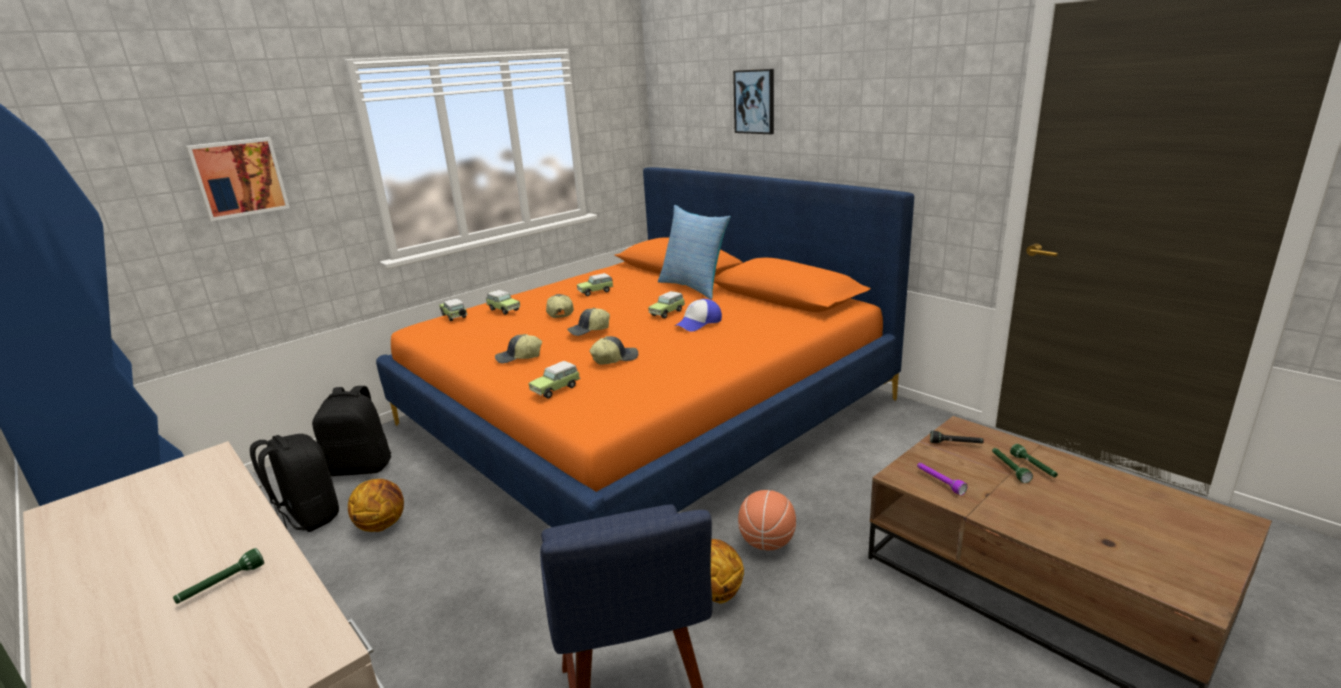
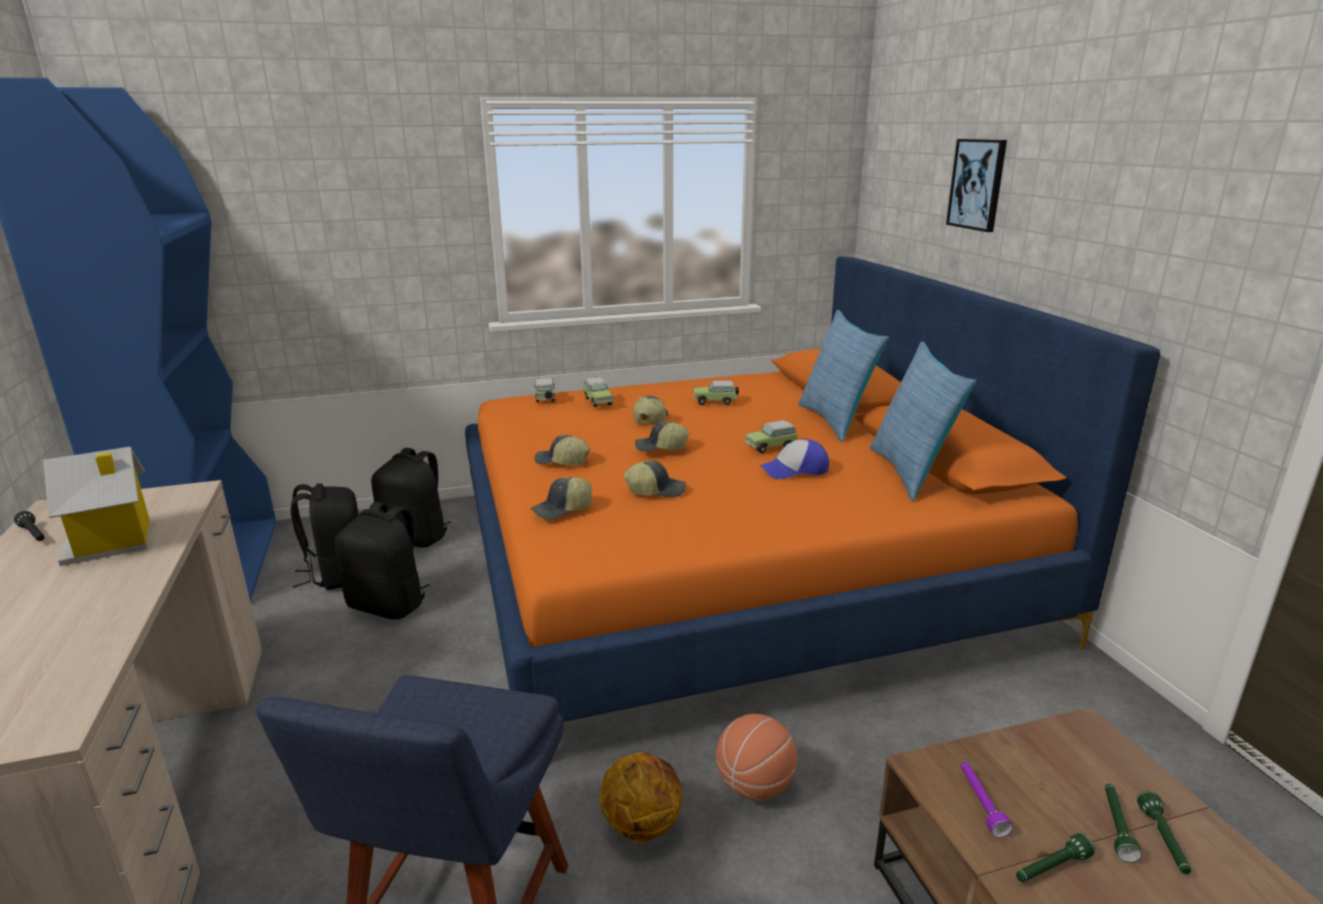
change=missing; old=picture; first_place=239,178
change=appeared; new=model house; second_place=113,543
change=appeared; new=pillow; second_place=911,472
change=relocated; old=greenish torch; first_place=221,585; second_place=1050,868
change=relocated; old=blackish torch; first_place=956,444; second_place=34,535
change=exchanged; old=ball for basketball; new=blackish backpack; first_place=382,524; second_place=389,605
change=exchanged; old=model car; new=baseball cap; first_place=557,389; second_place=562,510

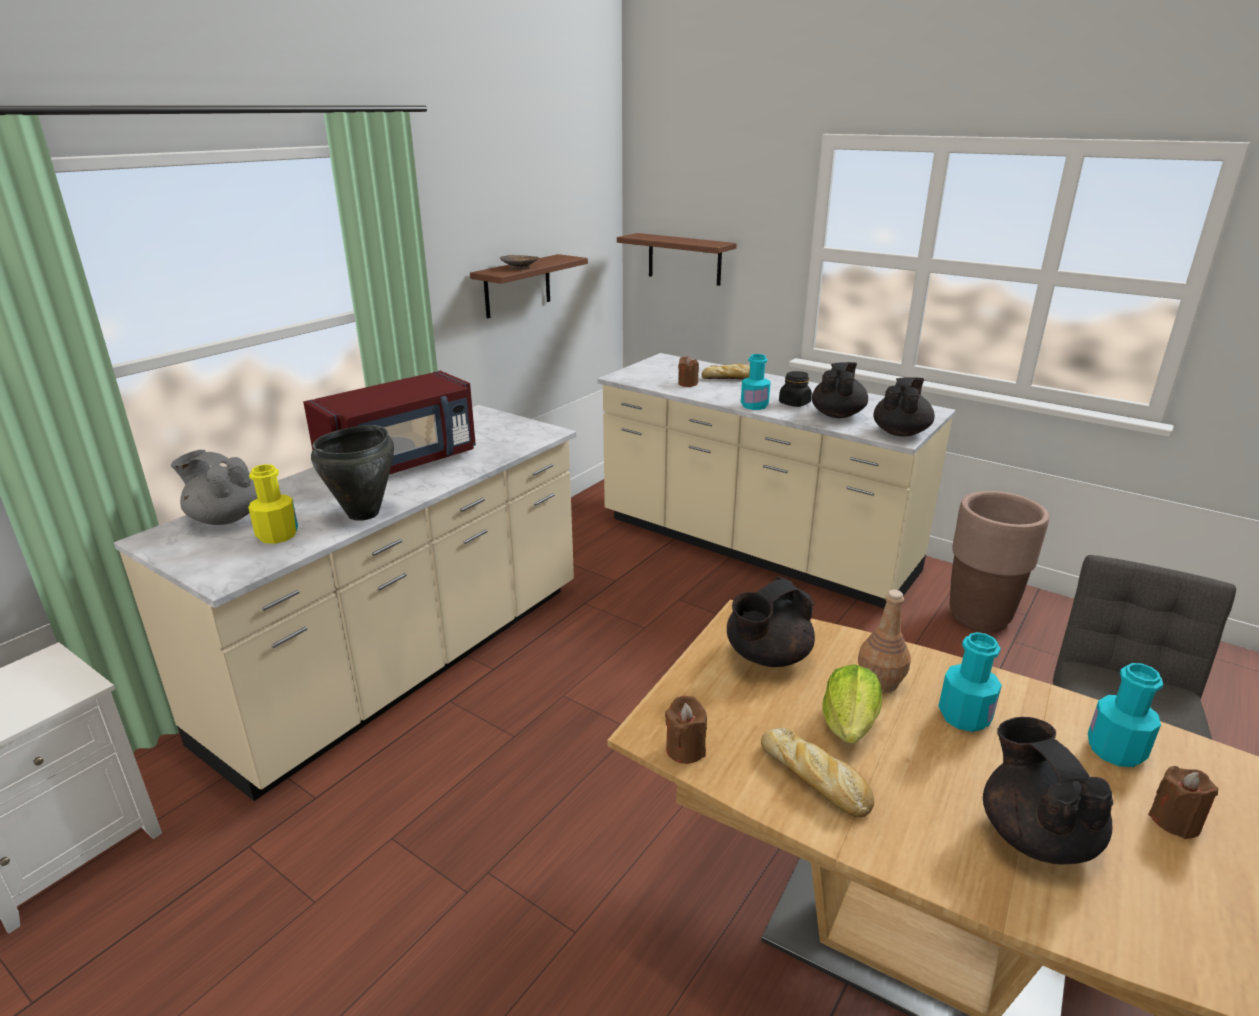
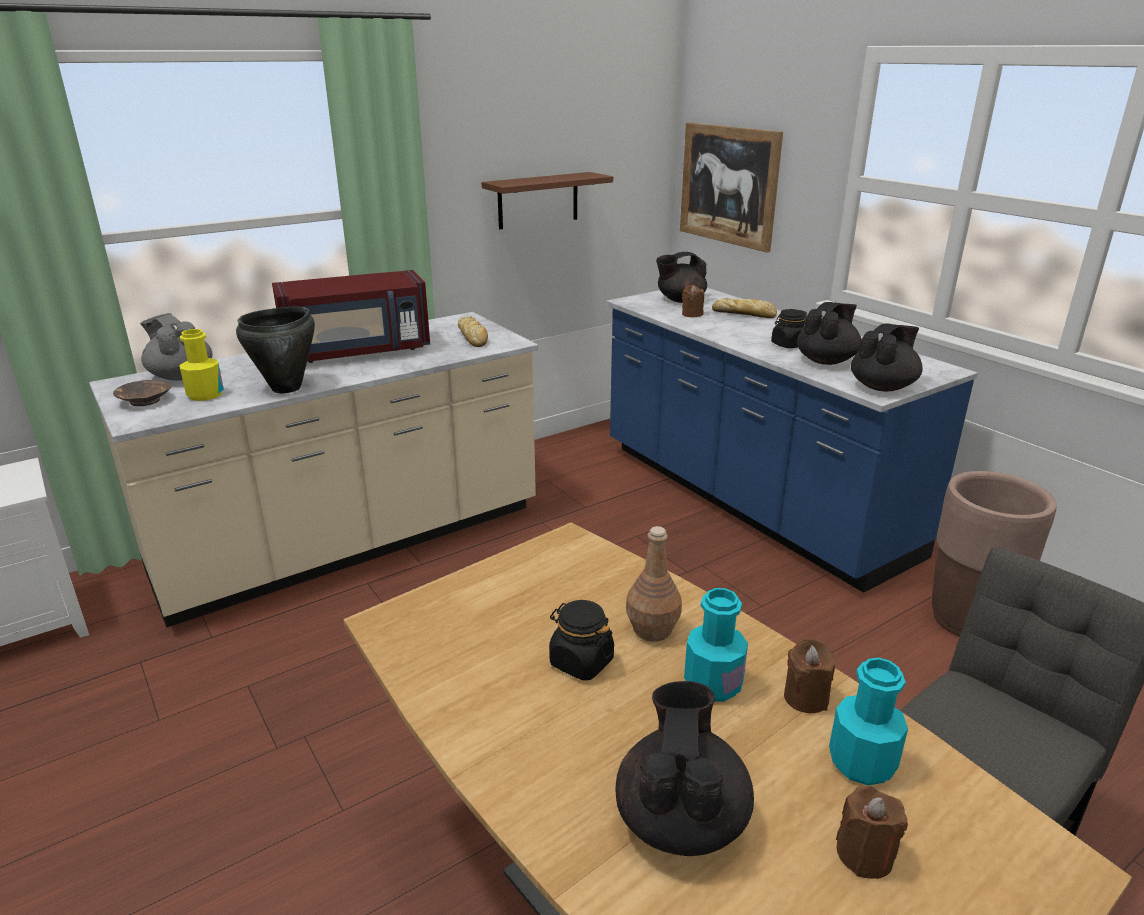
change=missing; old=turquoise-coloured drink bottle; first_place=754,406
change=relocated; old=brown-coloured serving bowl; first_place=519,267; second_place=144,401
change=relocated; old=brown-coloured wax candle; first_place=685,749; second_place=805,698
change=relocated; old=blackish teapot; first_place=766,656; second_place=680,300
change=relocated; old=bakery bread; first_place=816,779; second_place=473,337
change=exchanged; old=brown-coloured shelf; new=picture; first_place=684,259; second_place=728,185
change=exchanged; old=lettuce head; new=blackish jar; first_place=849,725; second_place=581,662
change=colour; old=beige counter; new=blue counter; first_place=754,547; second_place=749,500

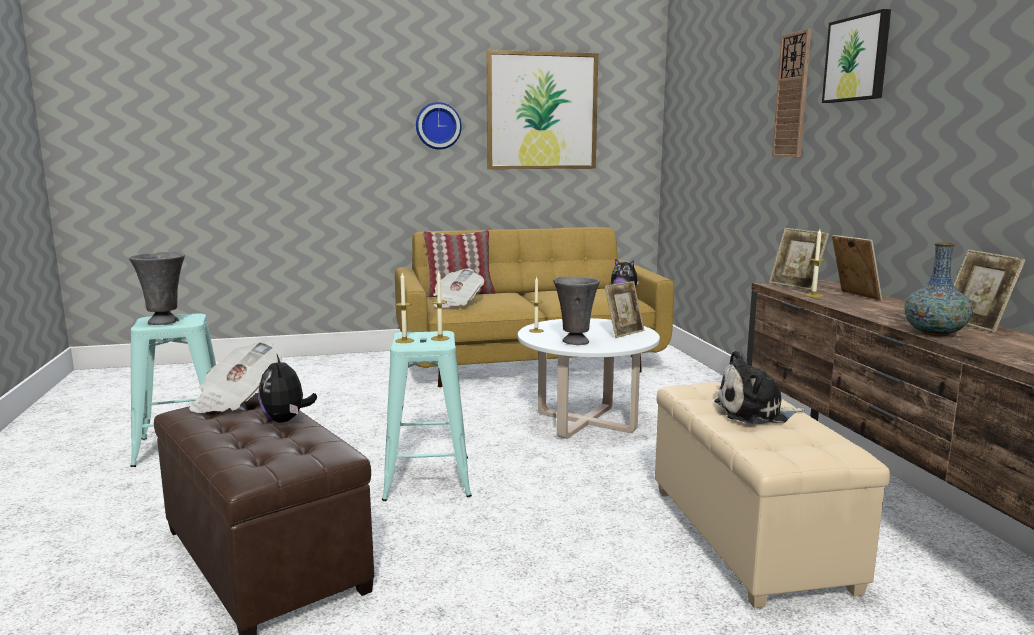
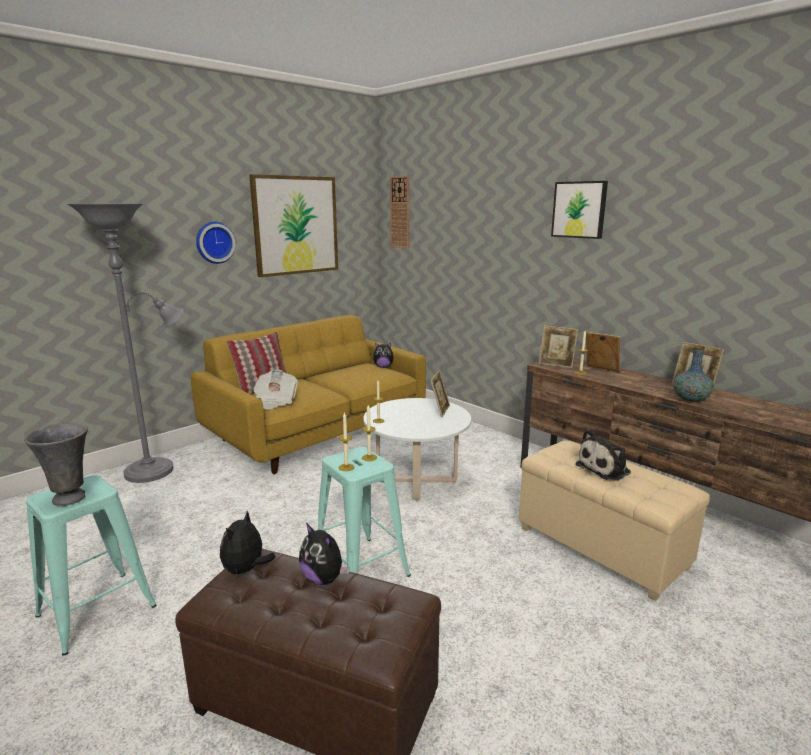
change=missing; old=gray vase; first_place=575,342
change=appeared; new=gray standard lamp; second_place=155,469
change=relocated; old=clock on the wall; first_place=792,95; second_place=400,212
change=exchanged; old=newspaper; new=plush toy; first_place=236,400; second_place=246,570

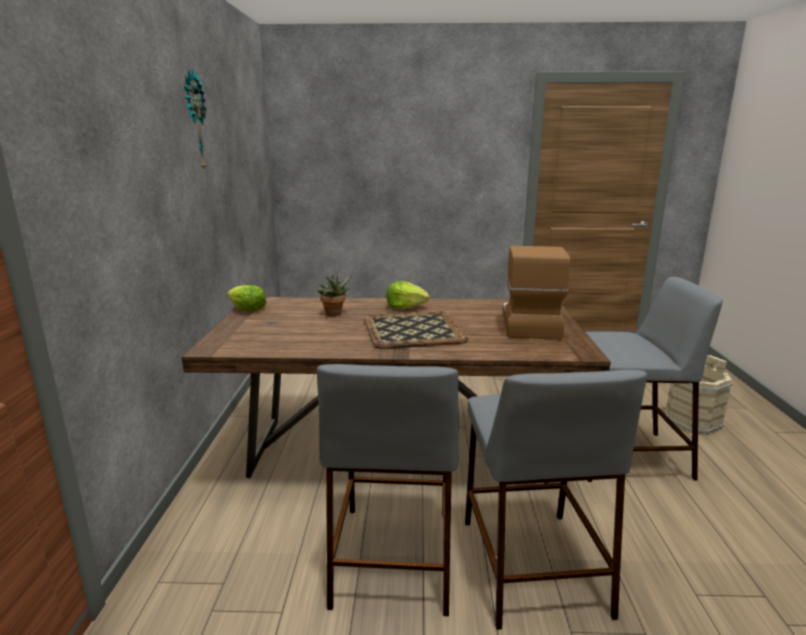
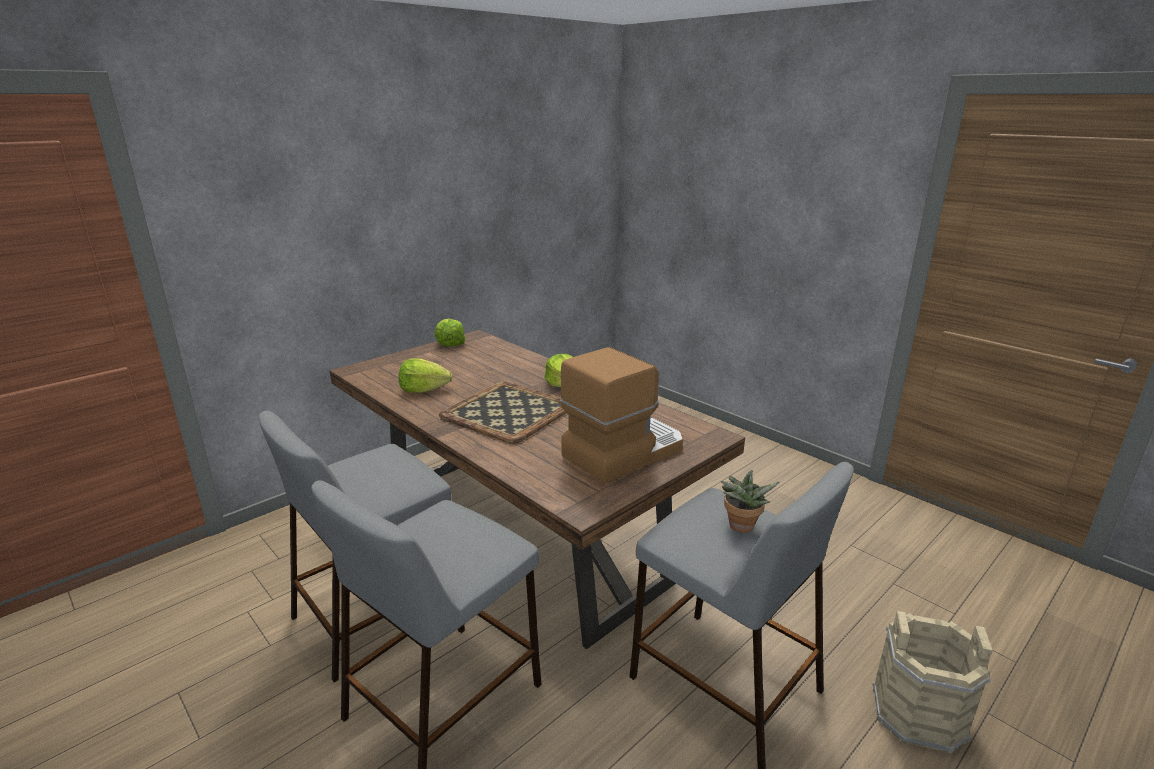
change=missing; old=clock on the wall; first_place=194,121
change=appeared; new=lettuce head; second_place=423,390
change=relocated; old=houseplant; first_place=334,314; second_place=741,528

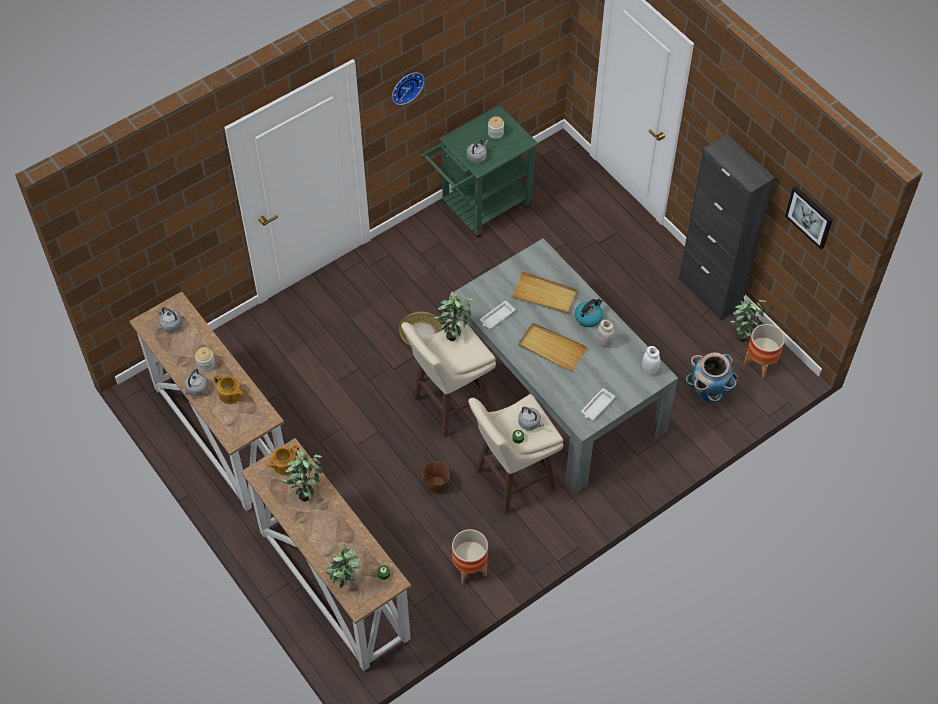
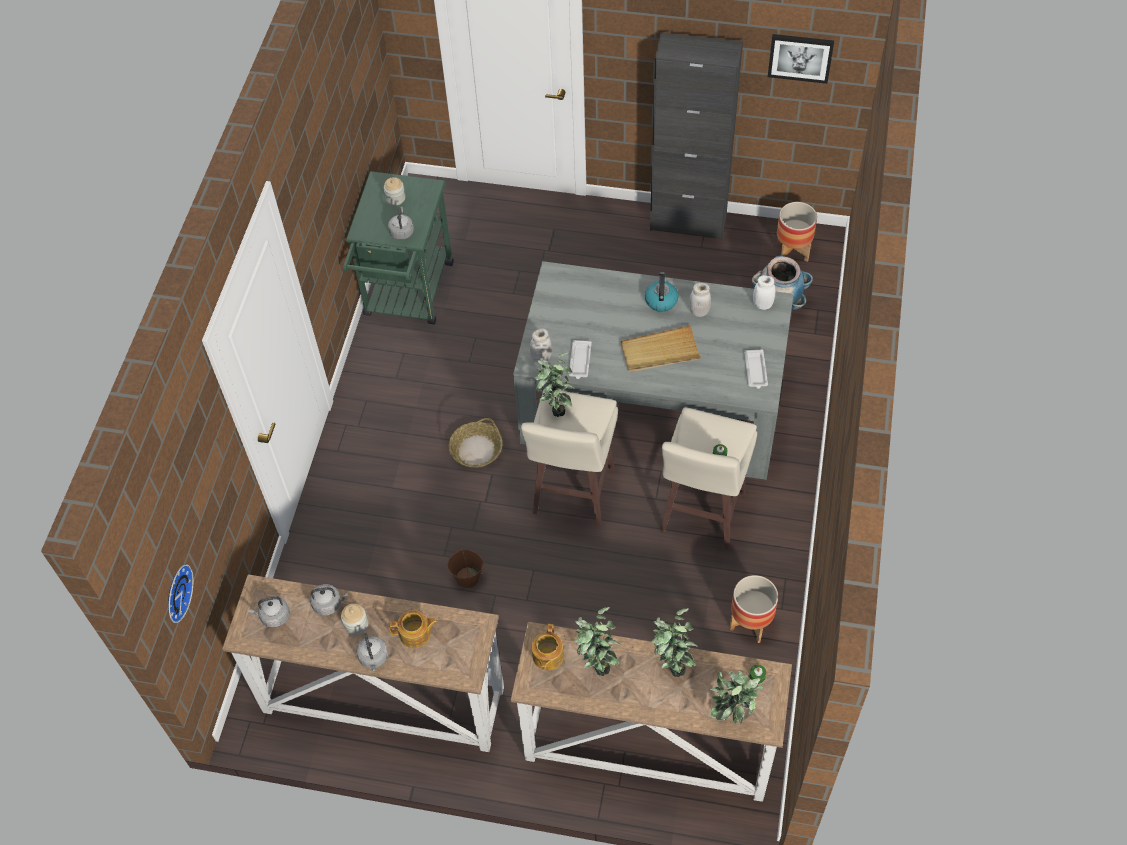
change=missing; old=beige carrying tray; first_place=544,295
change=appeared; new=white jar; second_place=541,357
change=relocated; old=clock on the wall; first_place=406,86; second_place=176,592
change=relocated; old=brown-coloured pail; first_place=436,485; second_place=468,577
change=relocated; old=gray water kettle; first_place=530,423; second_place=329,604
change=relocated; old=houseplant; first_place=742,333; second_place=672,663

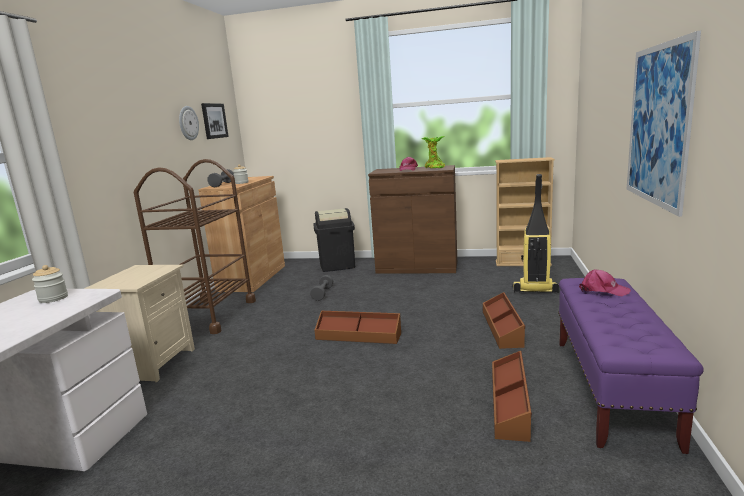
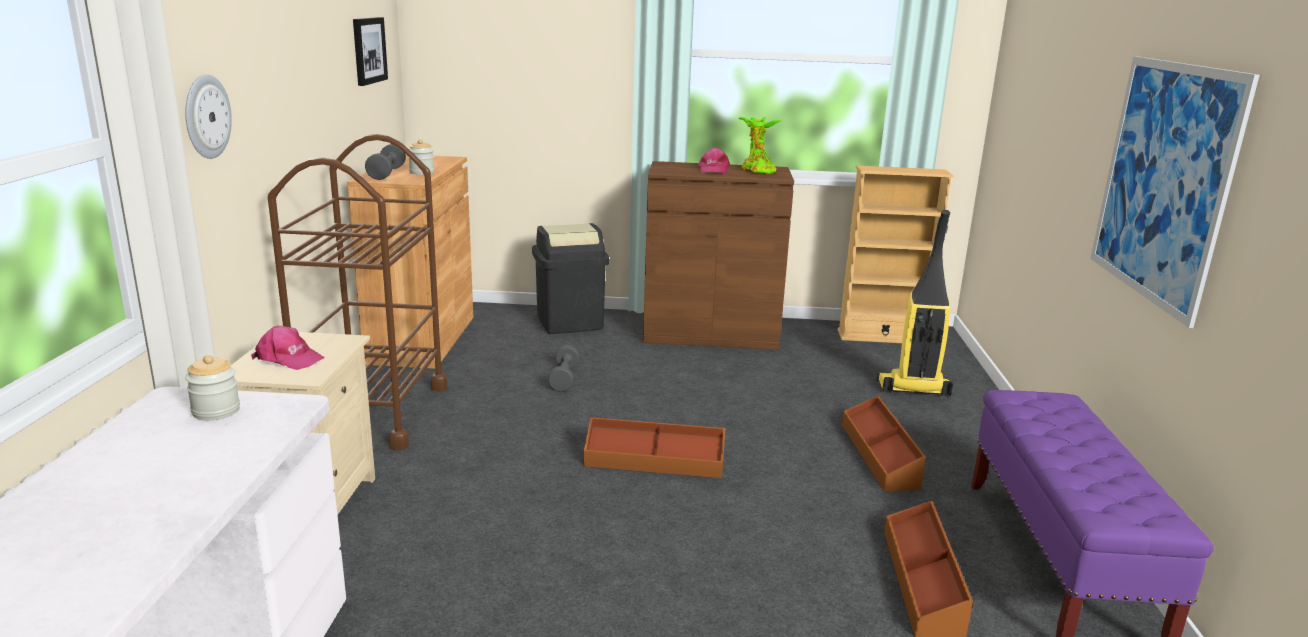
change=relocated; old=clock on the wall; first_place=188,123; second_place=206,116
change=relocated; old=pinkish baseball cap; first_place=603,290; second_place=288,358

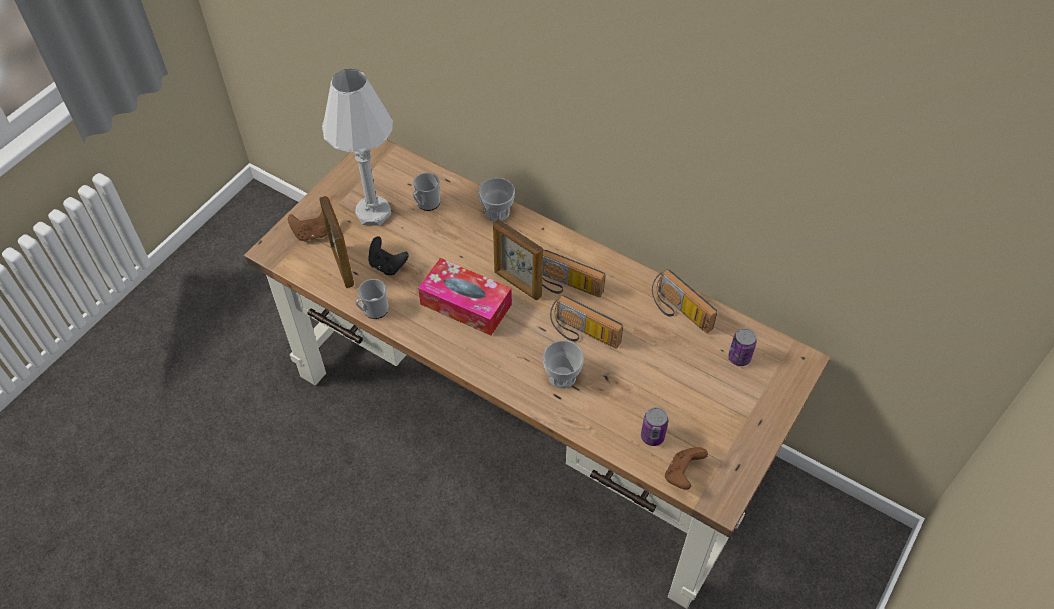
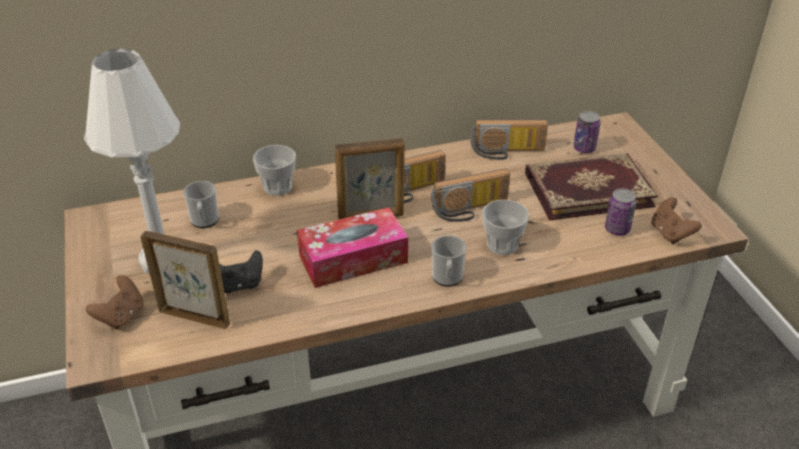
change=appeared; new=book; second_place=587,188
change=relocated; old=mug; first_place=373,310; second_place=447,279

